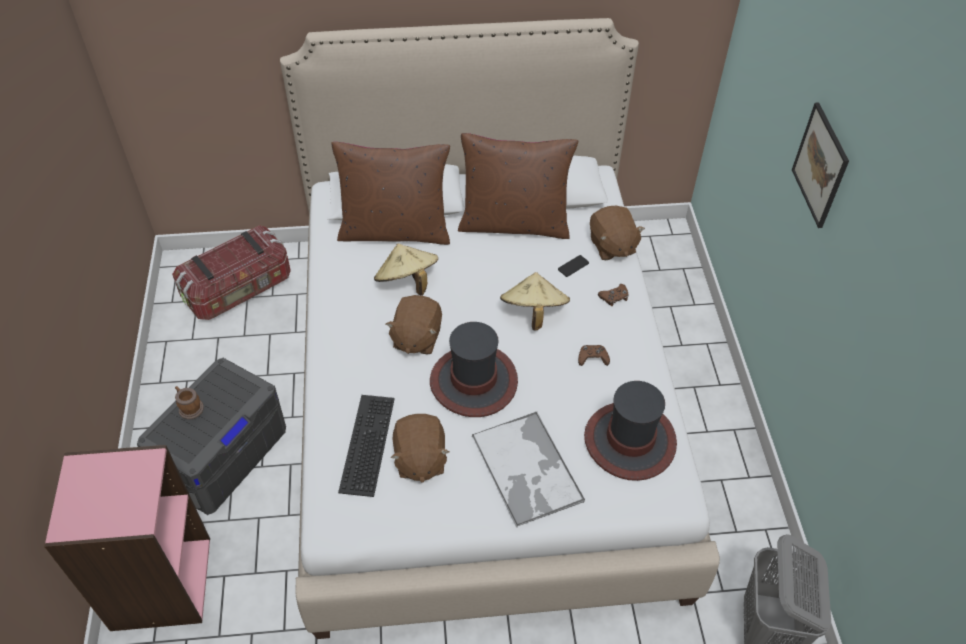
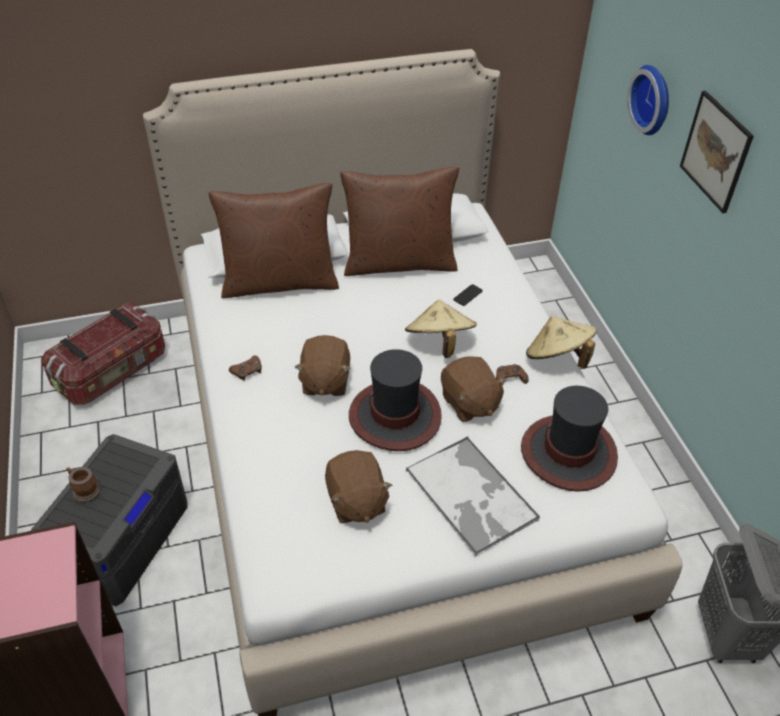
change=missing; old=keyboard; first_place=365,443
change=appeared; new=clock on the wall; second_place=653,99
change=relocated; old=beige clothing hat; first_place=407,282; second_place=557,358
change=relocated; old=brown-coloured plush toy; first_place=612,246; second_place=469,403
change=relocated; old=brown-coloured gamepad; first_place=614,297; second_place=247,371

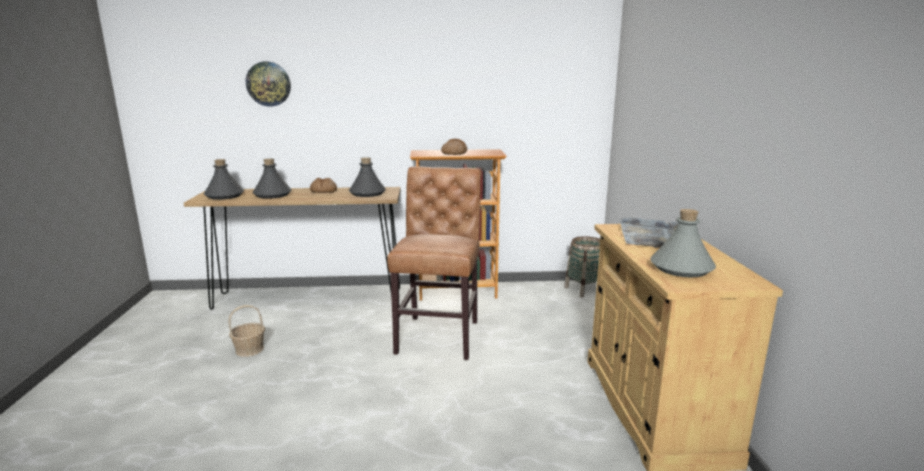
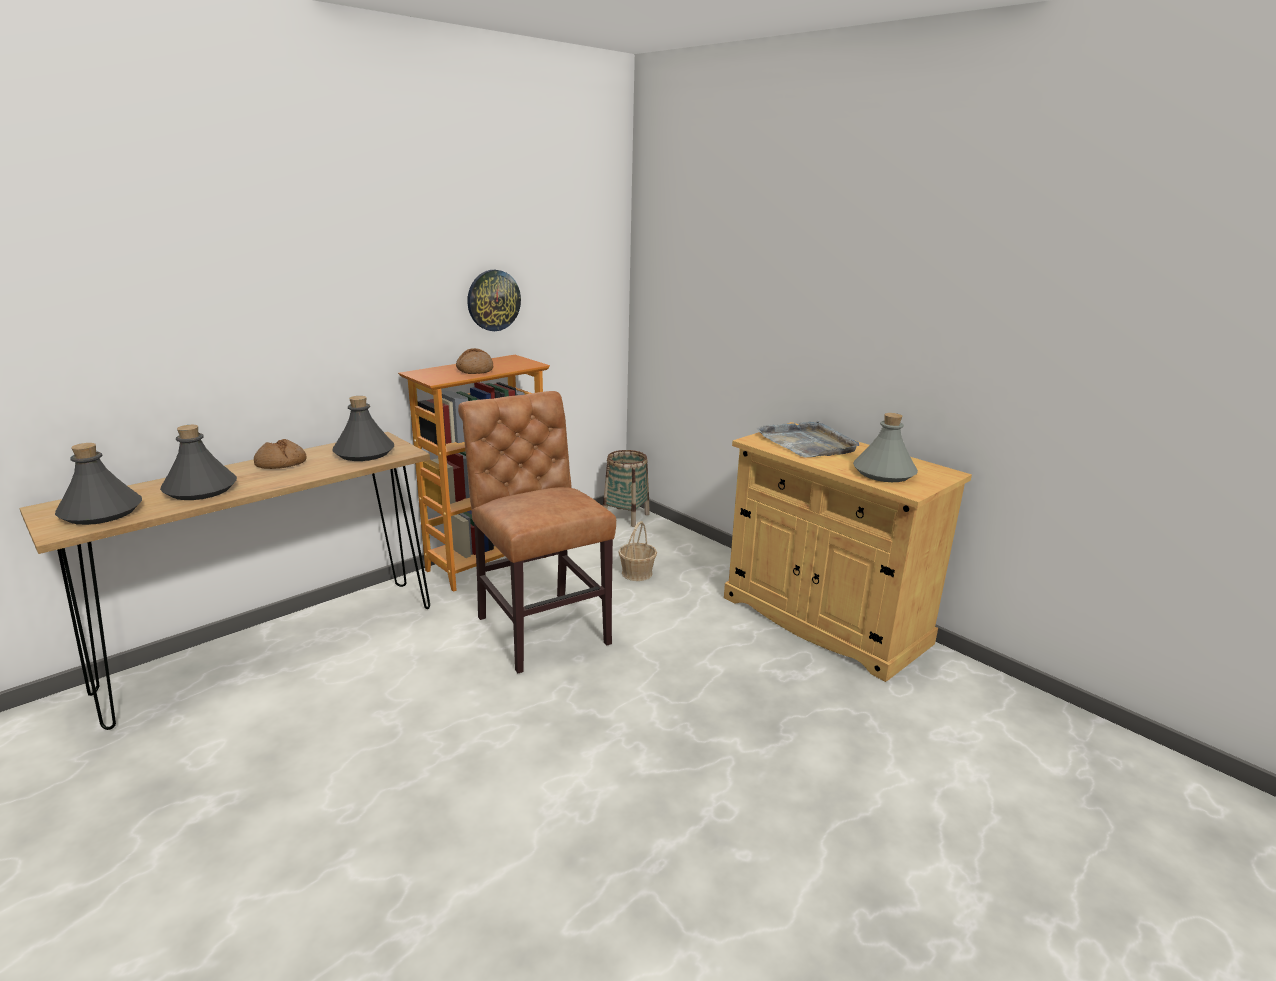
change=relocated; old=basket; first_place=250,349; second_place=637,573
change=relocated; old=clock on the wall; first_place=268,84; second_place=493,300

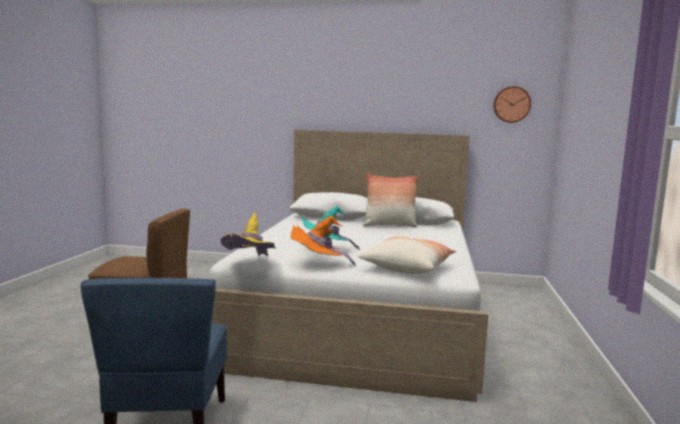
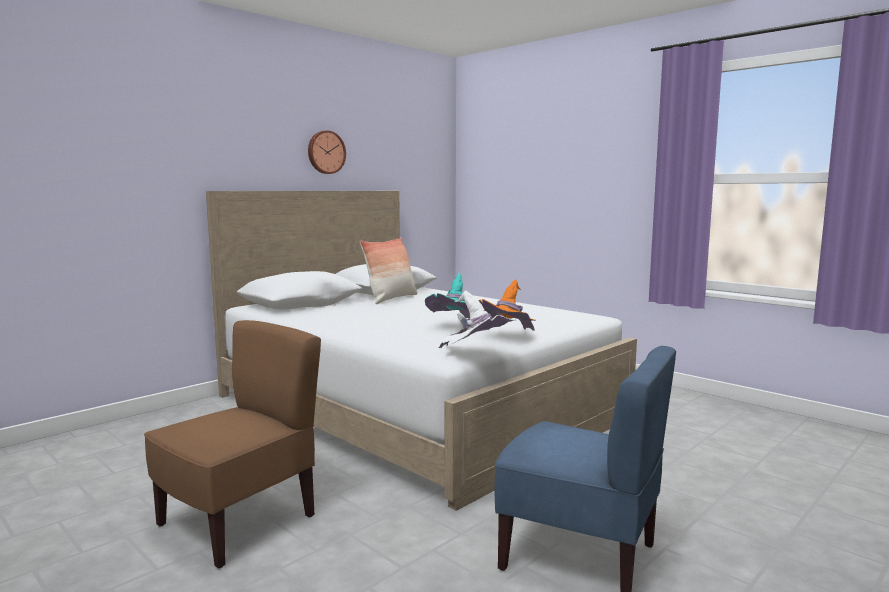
change=missing; old=pillow; first_place=407,268
change=relocated; old=clock on the wall; first_place=511,104; second_place=325,152
change=colour; old=yellow clothing hat; new=white clothing hat; first_place=251,265; second_place=476,355

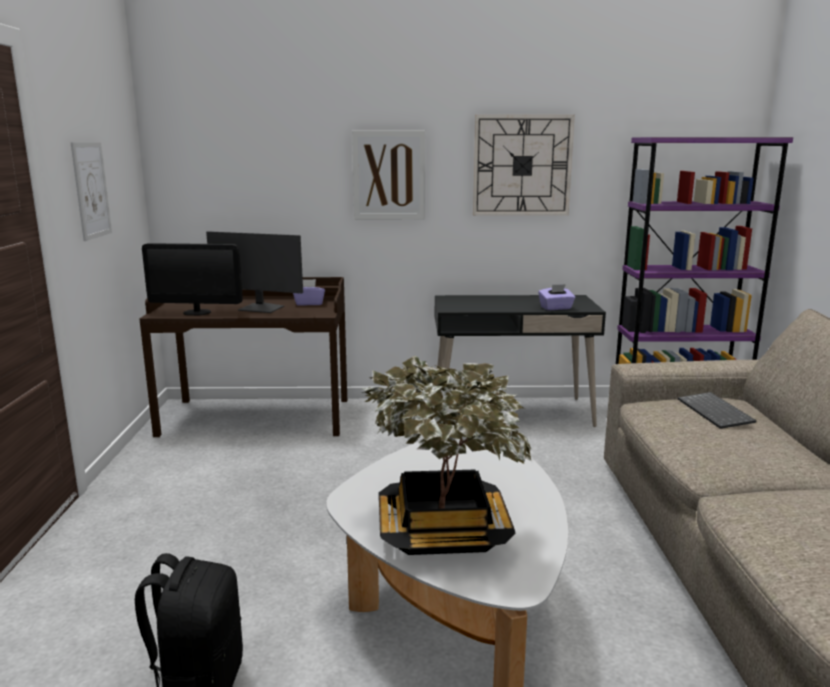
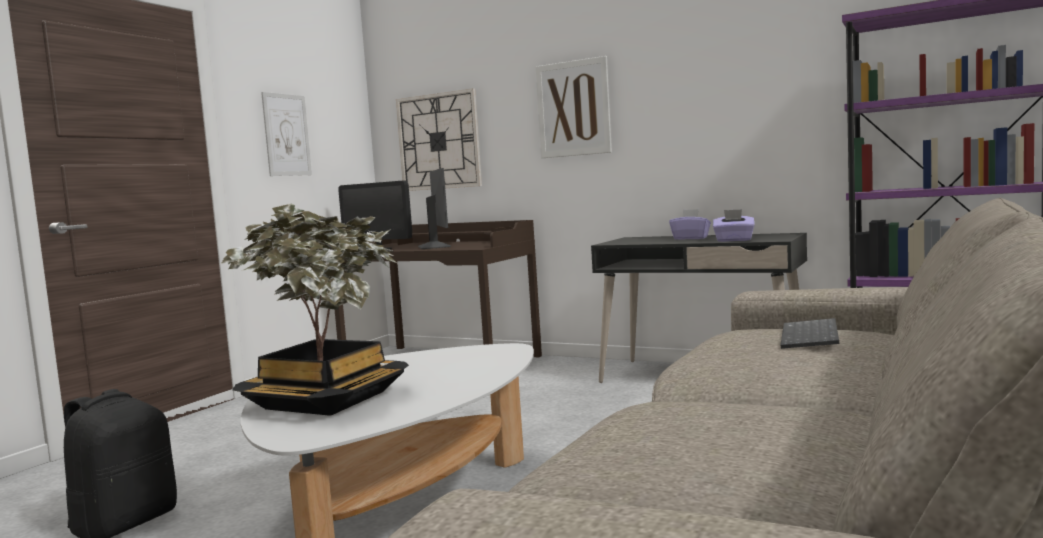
change=relocated; old=purple tissue box; first_place=309,303; second_place=690,238
change=relocated; old=clock on the wall; first_place=522,165; second_place=439,141
change=spun; old=computer screen; first_place=261,308; second_place=435,246; degrees=-150

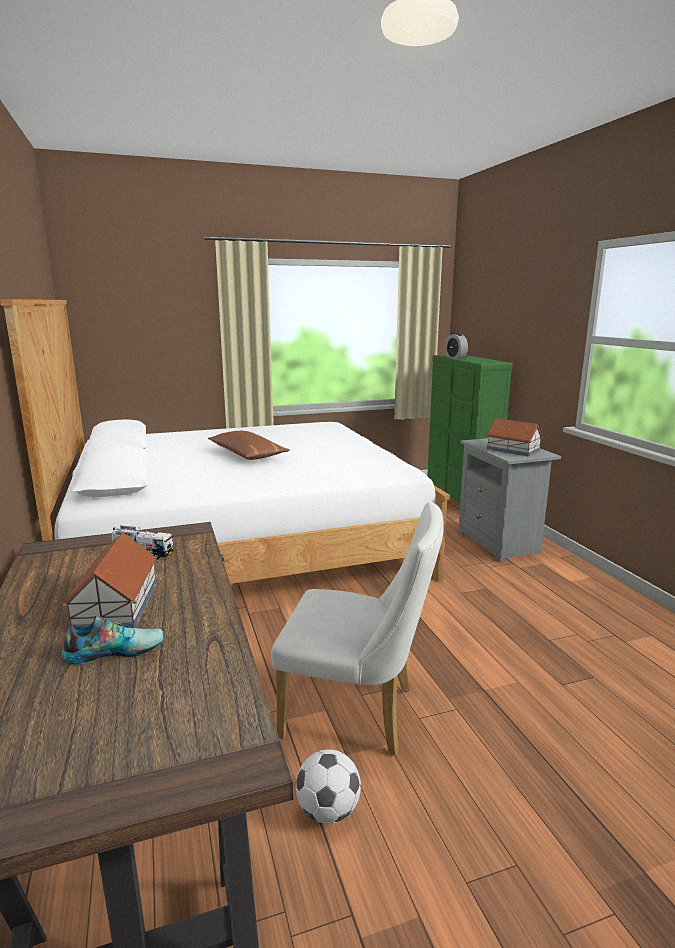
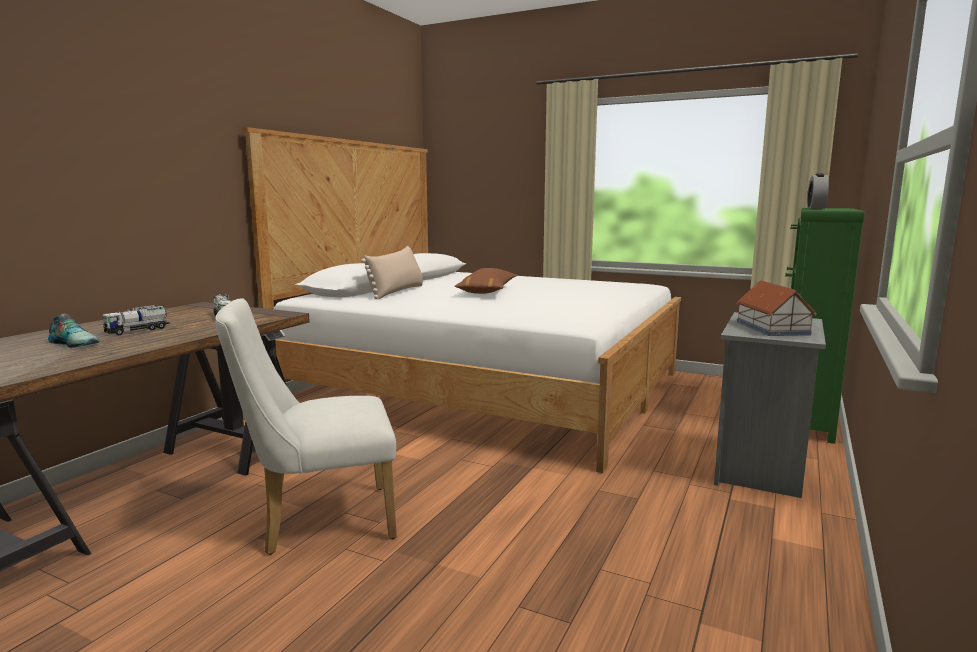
change=missing; old=football; first_place=328,810
change=appeared; new=beige pillow; second_place=396,292
change=exchanged; old=model house; new=toy truck; first_place=118,605; second_place=137,330
change=spun; old=white upright chair; first_place=358,713; second_place=318,521; degrees=105

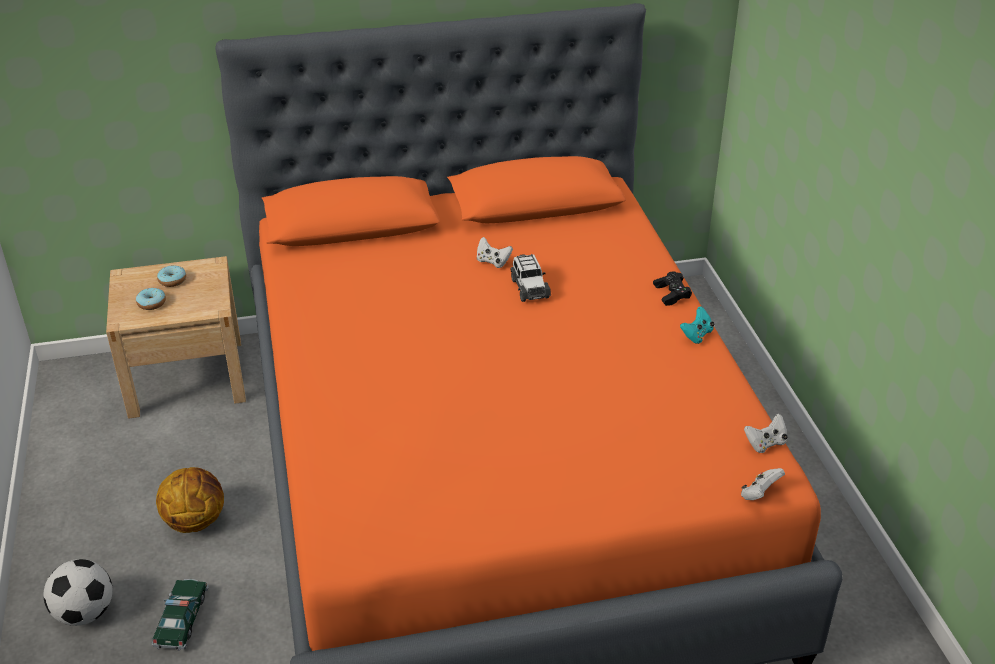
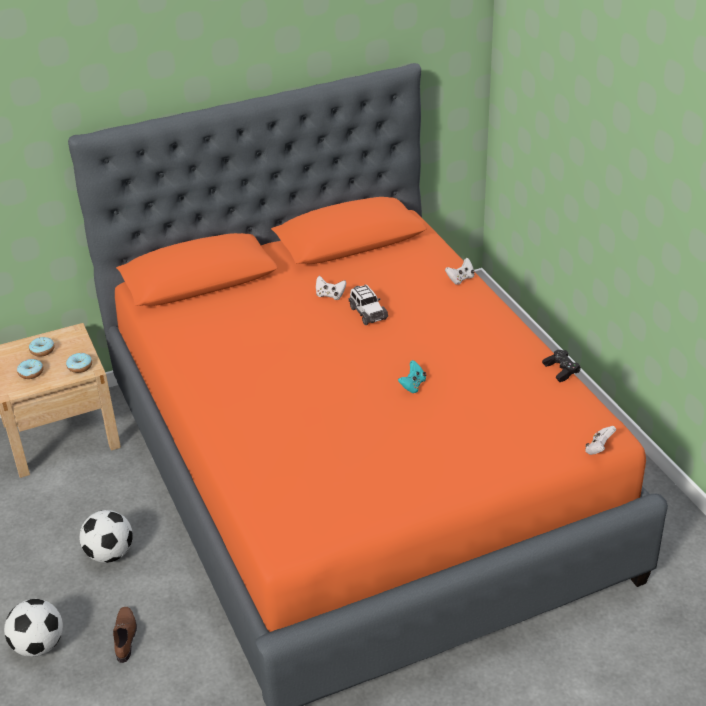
change=appeared; new=donut; second_place=80,367
change=relocated; old=blackish gamepad; first_place=671,294; second_place=561,371
change=relocated; old=turquoise-coloured gamepad; first_place=696,335; second_place=413,385
change=relocated; old=white gamepad; first_place=765,443; second_place=460,279
change=exchanged; old=model car; new=brown-coloured item of footwear; first_place=182,619; second_place=125,636
change=exchanged; old=ball for basketball; new=football; first_place=196,520; second_place=110,553

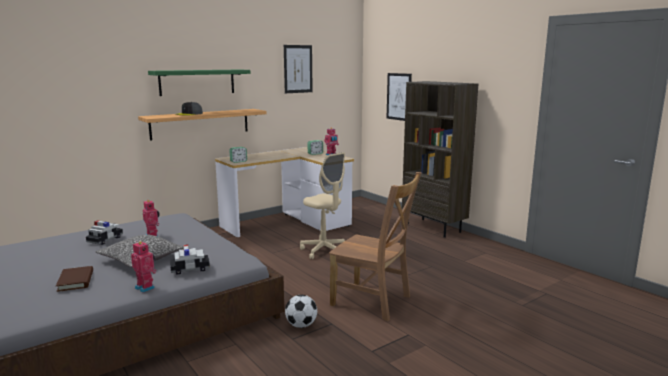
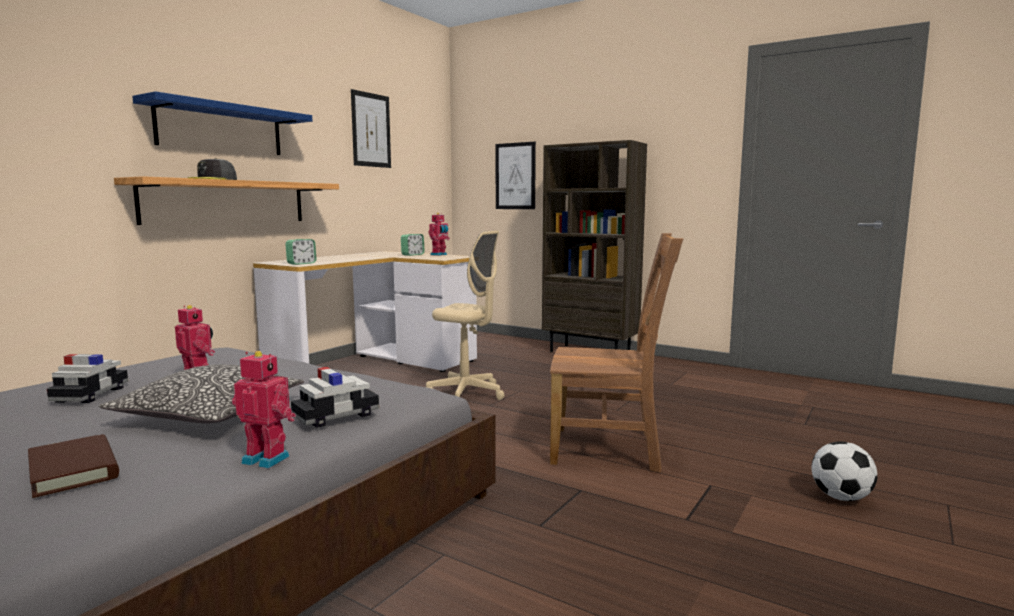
change=relocated; old=football; first_place=301,325; second_place=840,497
change=colour; old=greenish shelf; new=blue shelf; first_place=197,82; second_place=221,129

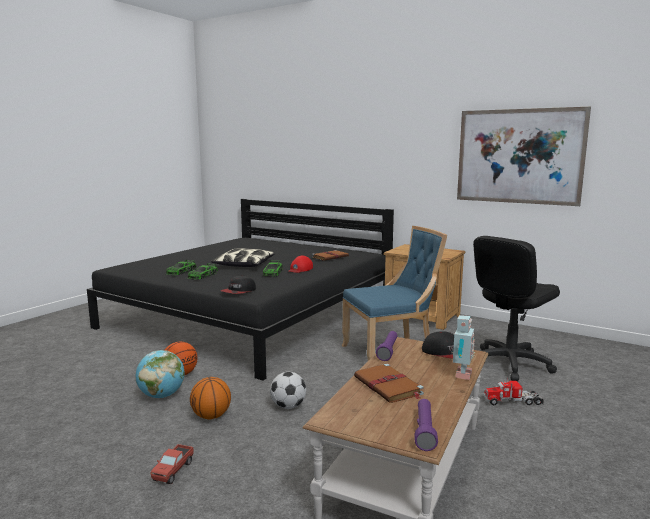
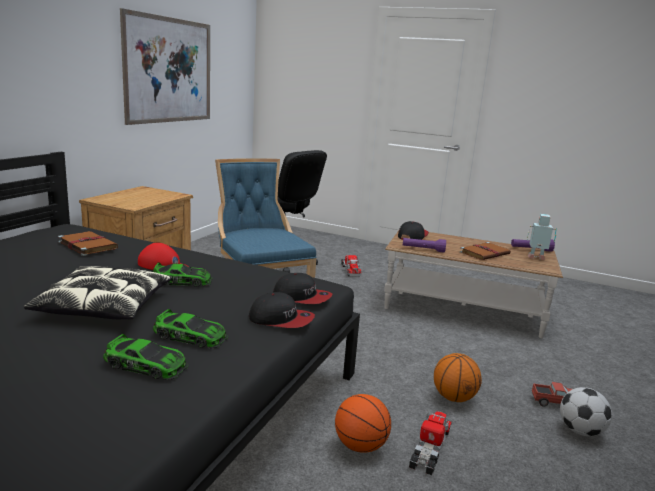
change=appeared; new=baseball cap; second_place=281,319
change=relocated; old=football; first_place=288,406; second_place=580,431
change=relocated; old=toy robot; first_place=461,375; second_place=536,258
change=exchanged; old=world globe; new=toy truck; first_place=161,395; second_place=430,448

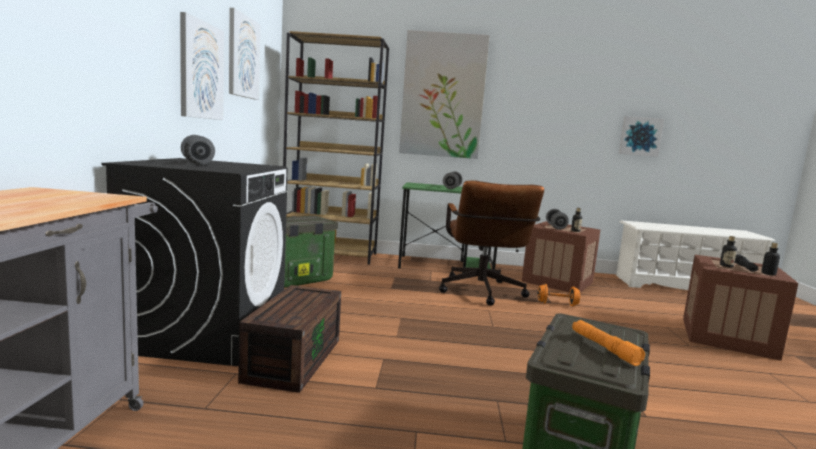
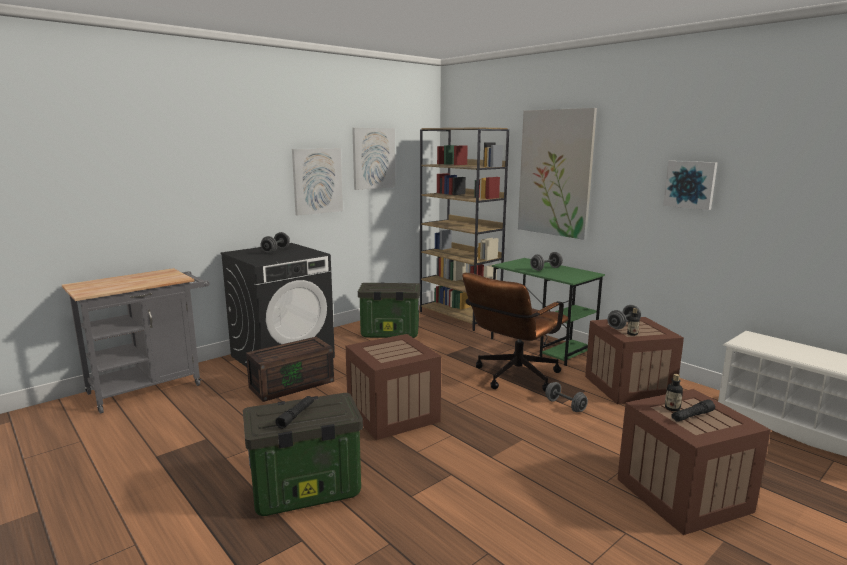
change=missing; old=drink bottle; first_place=768,274
change=appeared; new=packing crate; second_place=393,415
change=relocated; old=picture; first_place=640,136; second_place=690,184
change=colour; old=orange-coloured free weight; new=gray free weight; first_place=557,304; second_place=565,406
change=colour; old=orange-coloured torch; new=blackish torch; first_place=604,348; second_place=296,416

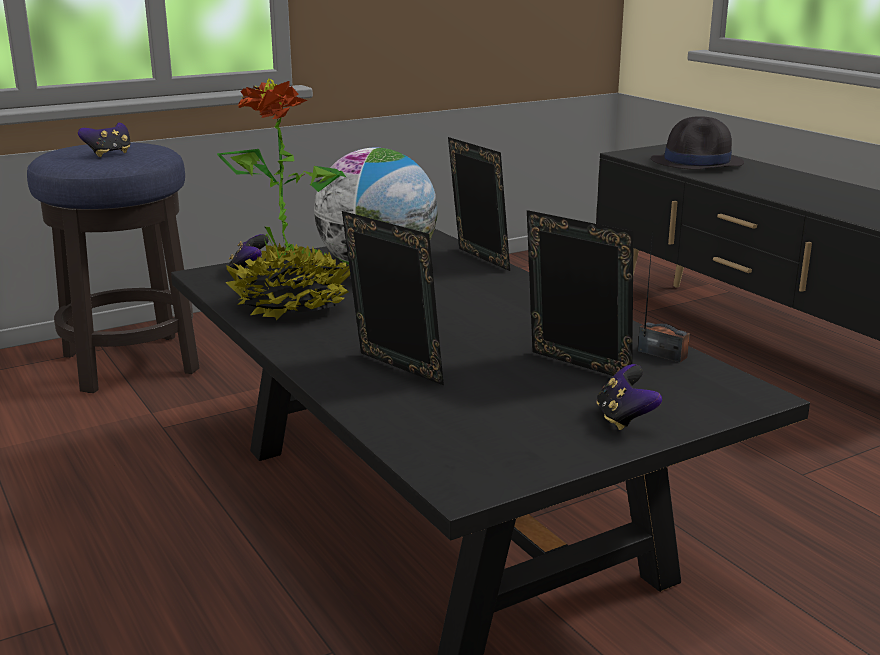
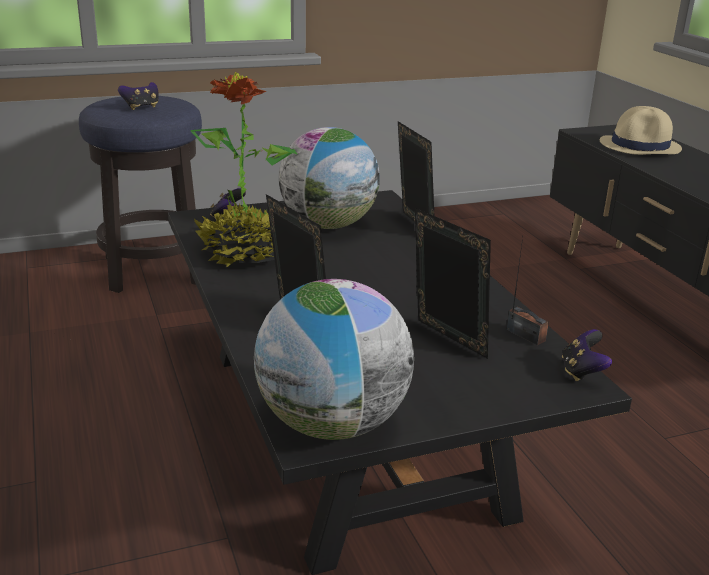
change=appeared; new=world globe; second_place=332,424
change=relocated; old=gamepad; first_place=624,419; second_place=582,372
change=colour; old=blackish clothing hat; new=beige clothing hat; first_place=697,163; second_place=640,146

